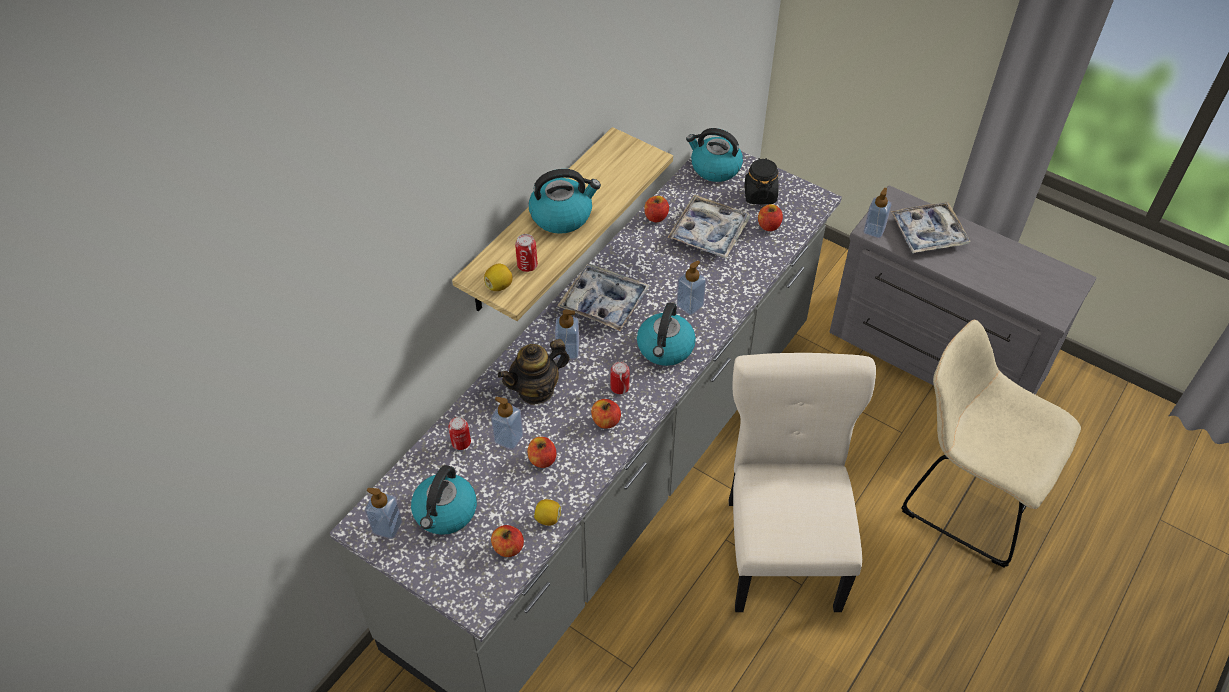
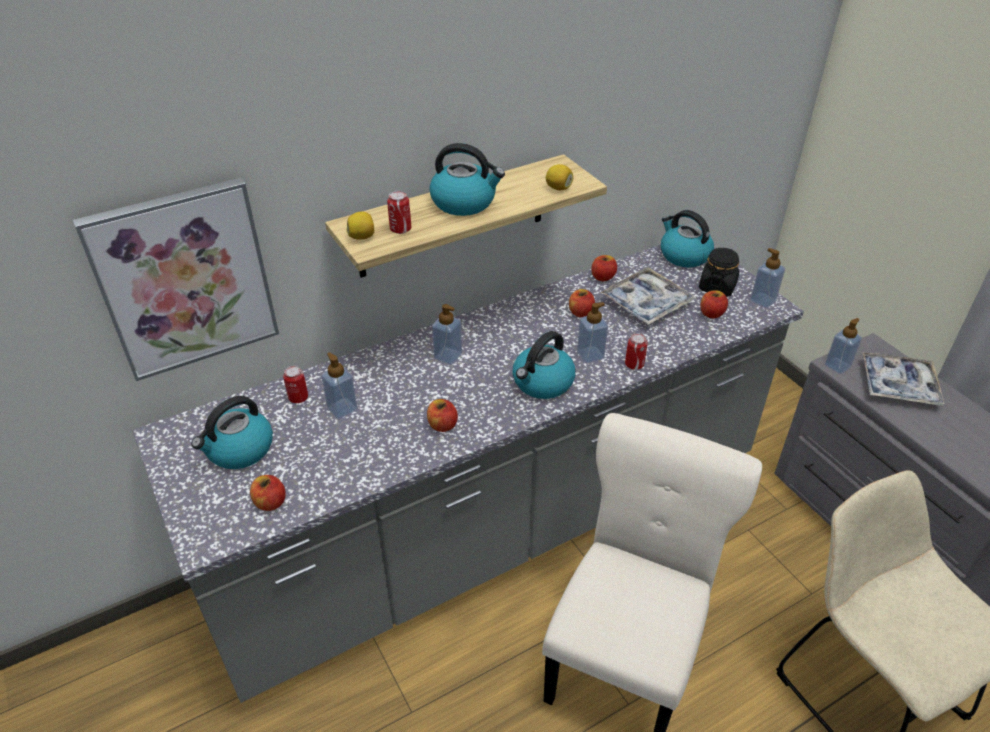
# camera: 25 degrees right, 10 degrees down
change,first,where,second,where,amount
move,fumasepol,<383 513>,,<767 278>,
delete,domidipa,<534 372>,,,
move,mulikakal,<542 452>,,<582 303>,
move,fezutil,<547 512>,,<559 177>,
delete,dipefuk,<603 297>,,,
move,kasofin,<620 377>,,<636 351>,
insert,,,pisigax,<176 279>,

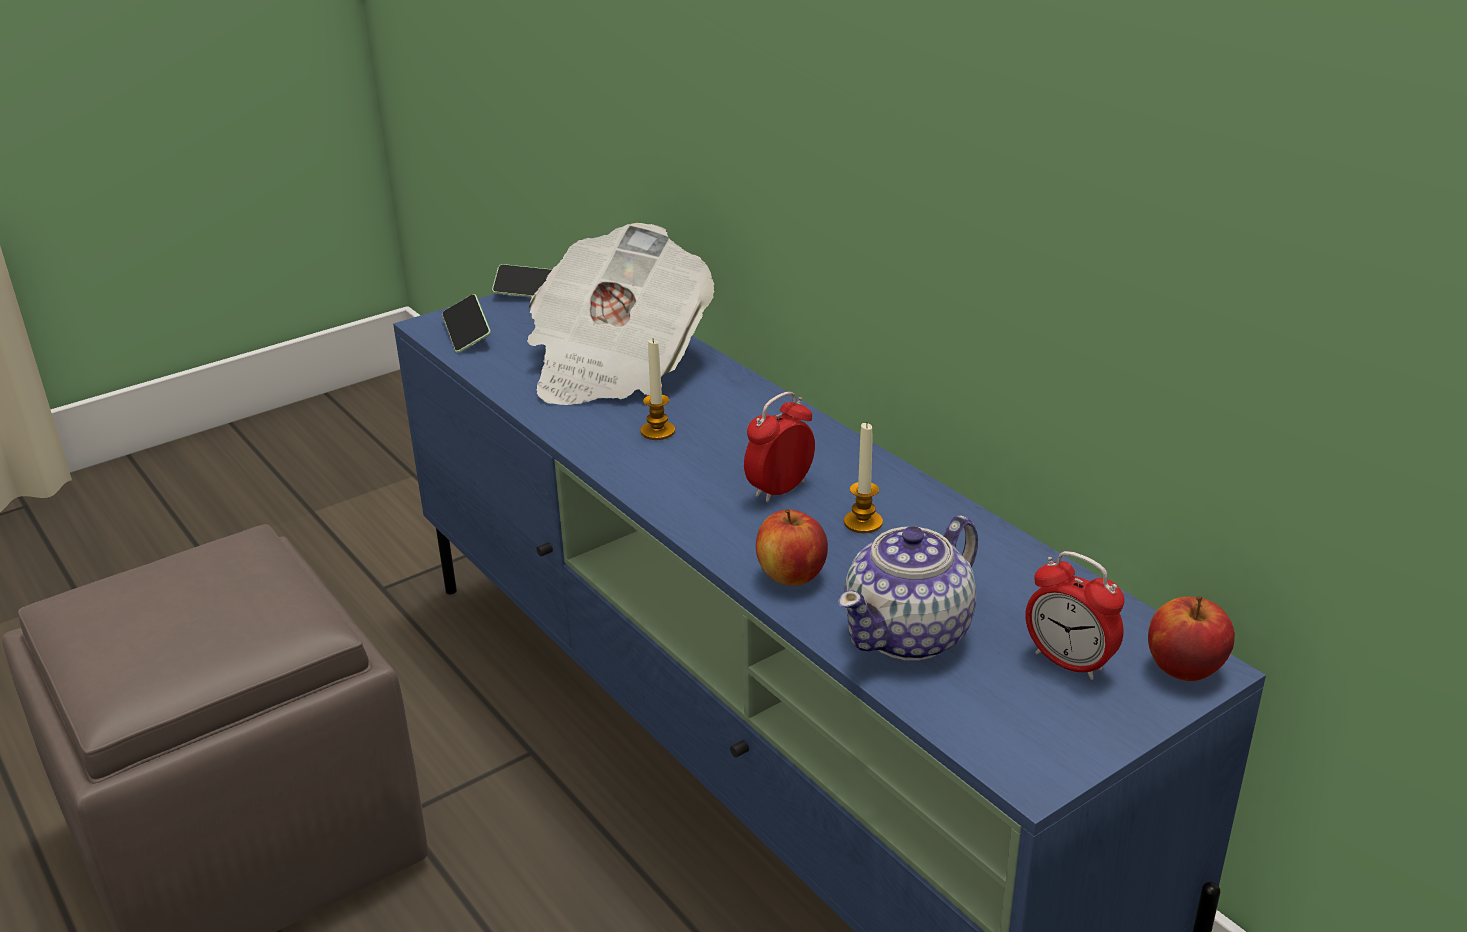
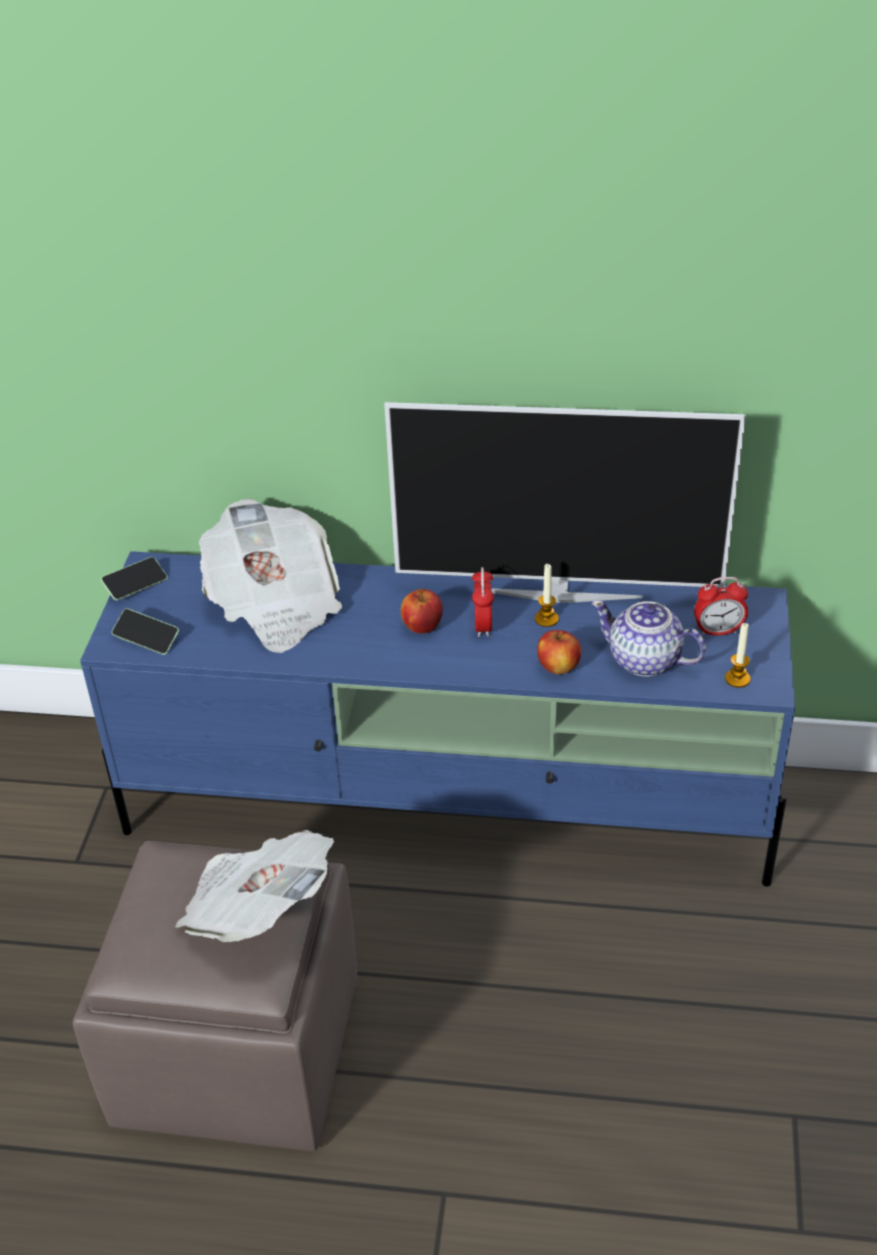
# camera: 45 degrees left, 10 degrees up
change,first,where,second,where,amount
move,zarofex,<657 390>,,<738 655>,
rotate,domidipa,<908 588>,,<648 638>,120 degrees clockwise
move,mulikakal,<1191 638>,,<422 611>,
insert,,,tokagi,<254 886>,
insert,,,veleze,<565 502>,

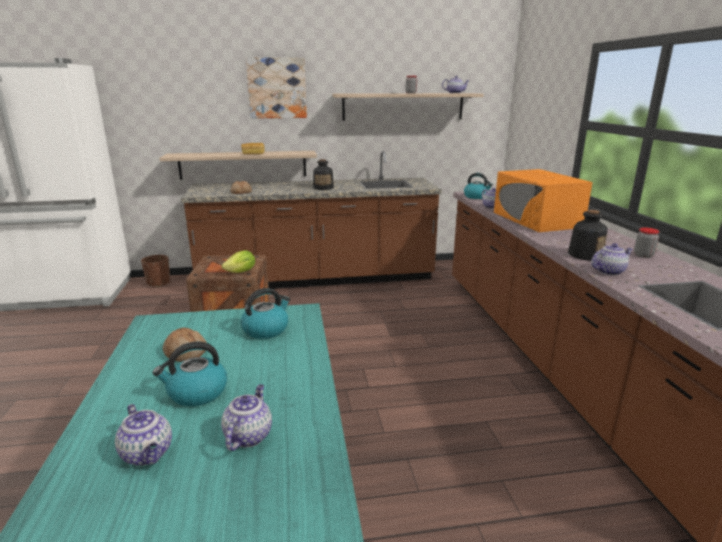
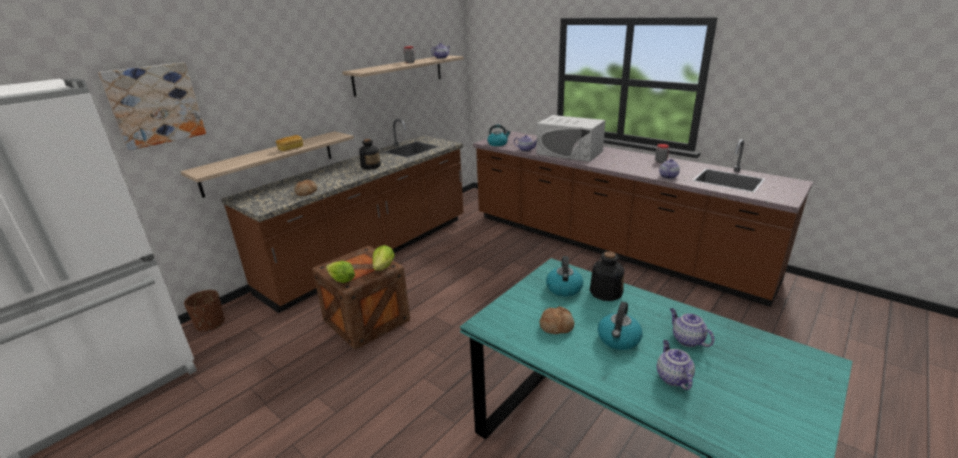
# camera: 40 degrees left, 5 degrees up
change,first,where,second,where,amount
rotate,domidipa,<143 435>,,<676 365>,105 degrees counterclockwise
move,pisigax,<276 87>,,<152 106>,
recolor,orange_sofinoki,<543 200>,white_sofinoki,<570 138>,
move,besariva,<588 235>,,<606 276>,
insert,,,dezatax,<340 272>,

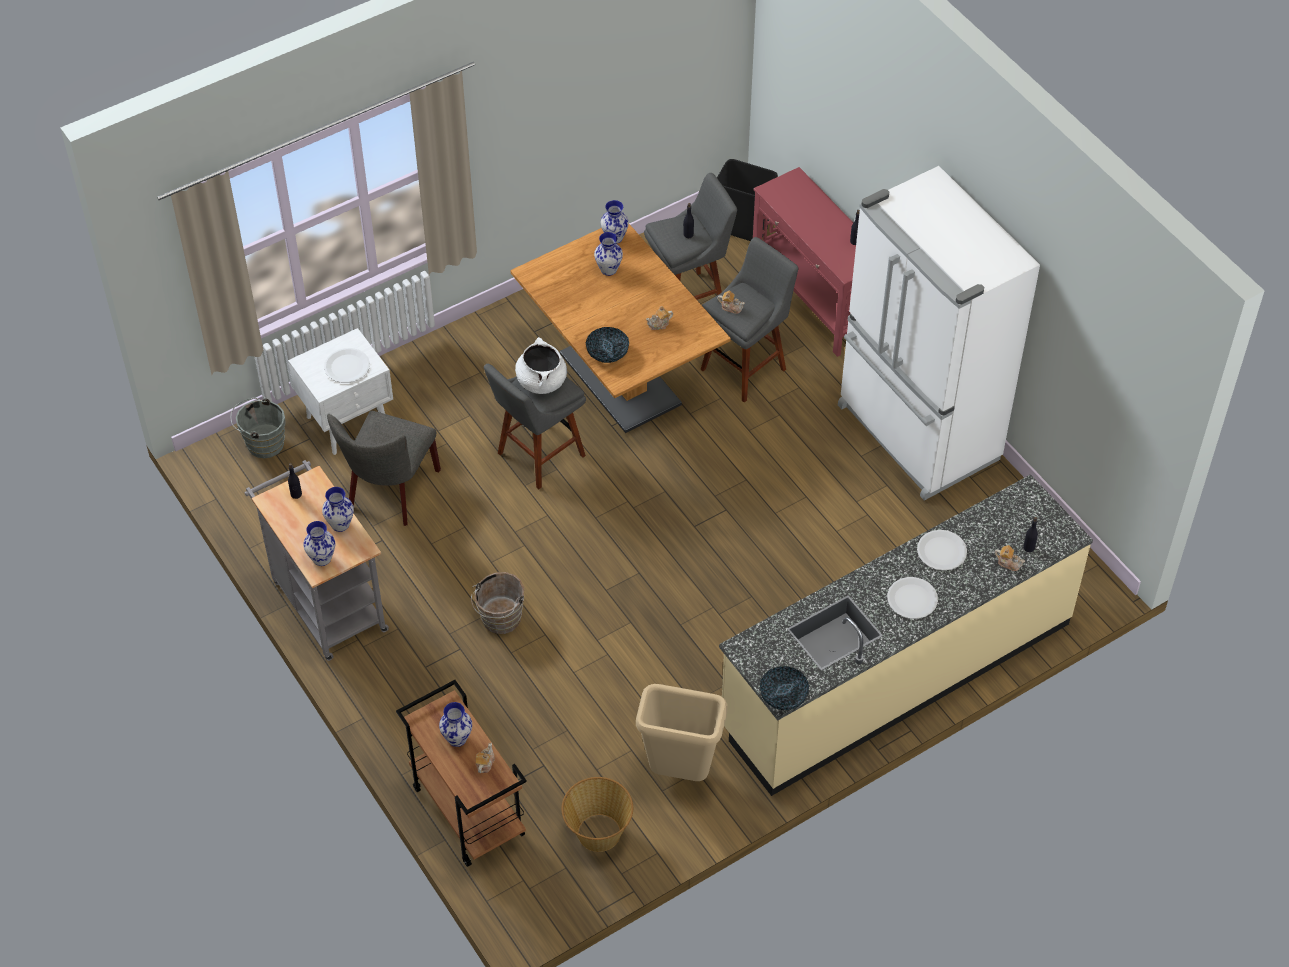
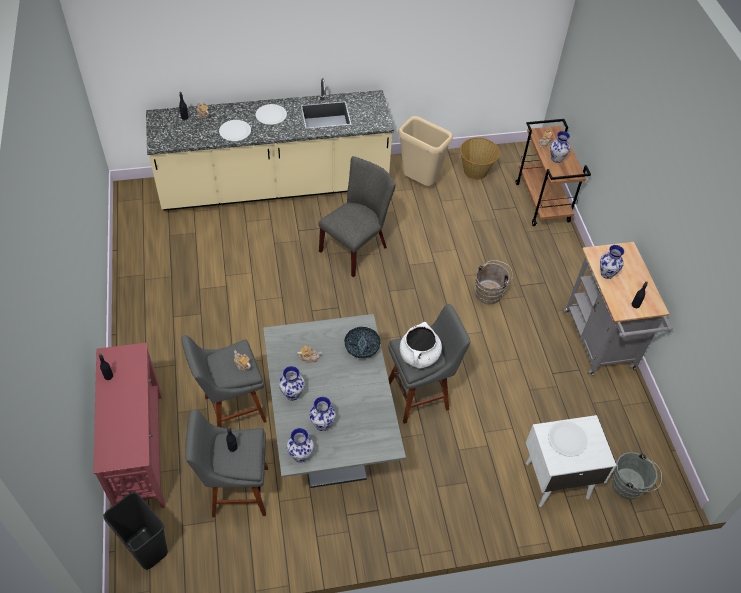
# camera: 160 degrees left, 0 degrees up
change,first,where,second,where,amount
move,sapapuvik,<319 543>,,<292 383>,
move,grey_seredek,<384 468>,,<356 216>,
recolor,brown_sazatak,<620 328>,grey_sazatak,<334 401>,
delete,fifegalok,<784 688>,,,
delete,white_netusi,<939 333>,,,

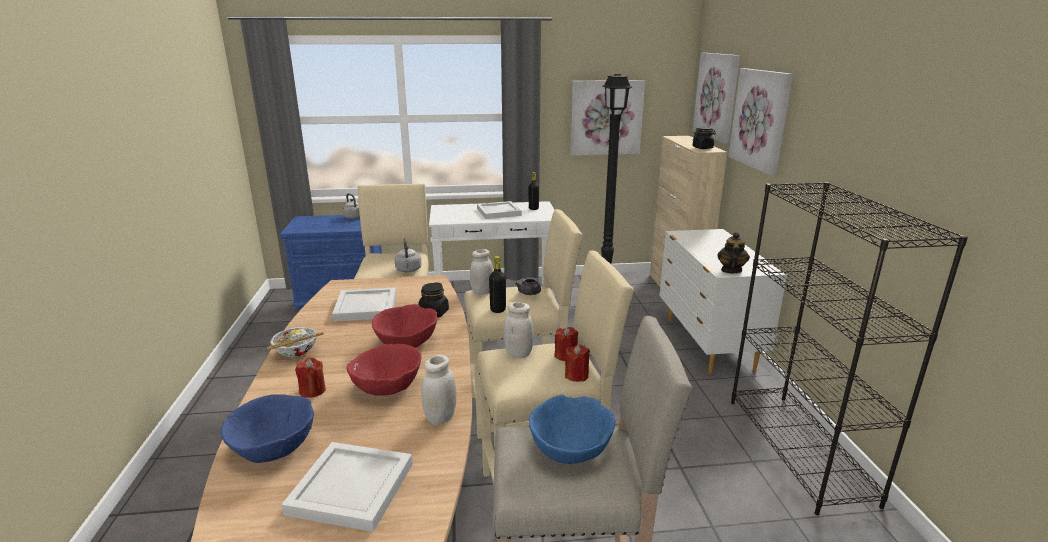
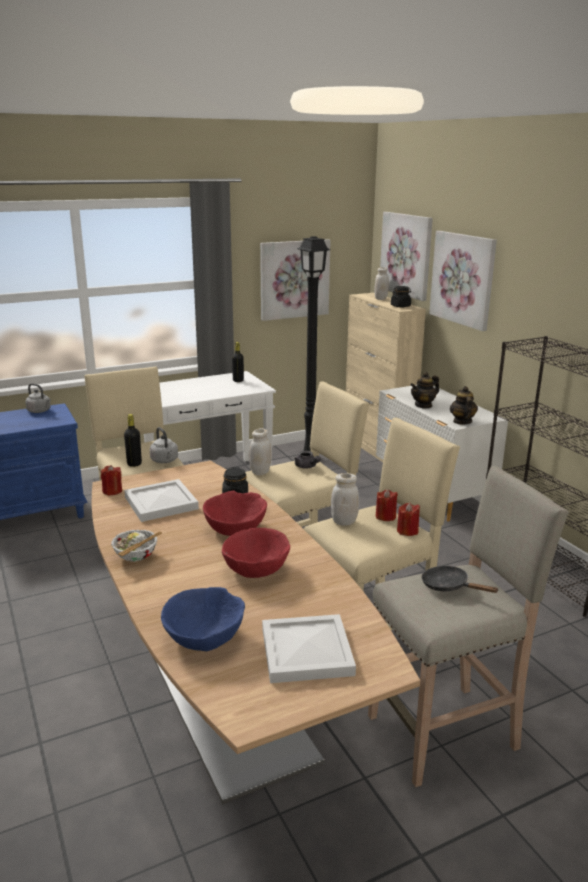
# camera: 20 degrees left, 0 degrees up
change,first,where,second,where,amount
move,red_zarofex,<310 378>,,<111 480>,
move,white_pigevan,<439 390>,,<382 283>,
delete,white_dipefuk,<499 210>,,,
move,black_besariva,<497 284>,,<133 440>,
replace,blue_fifegalok,<572 429>,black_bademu,<460 579>,
insert,,,domidipa,<424 390>,

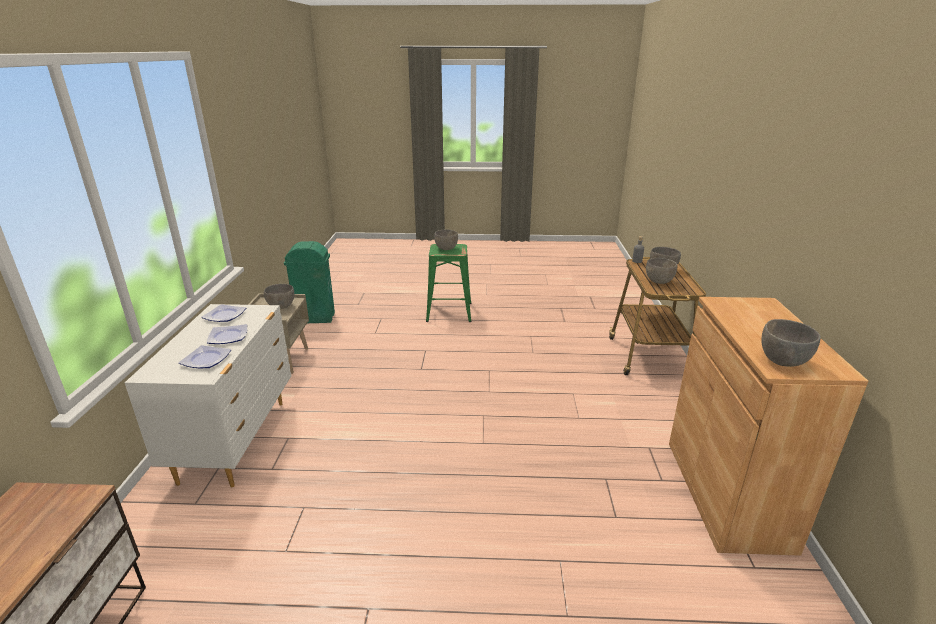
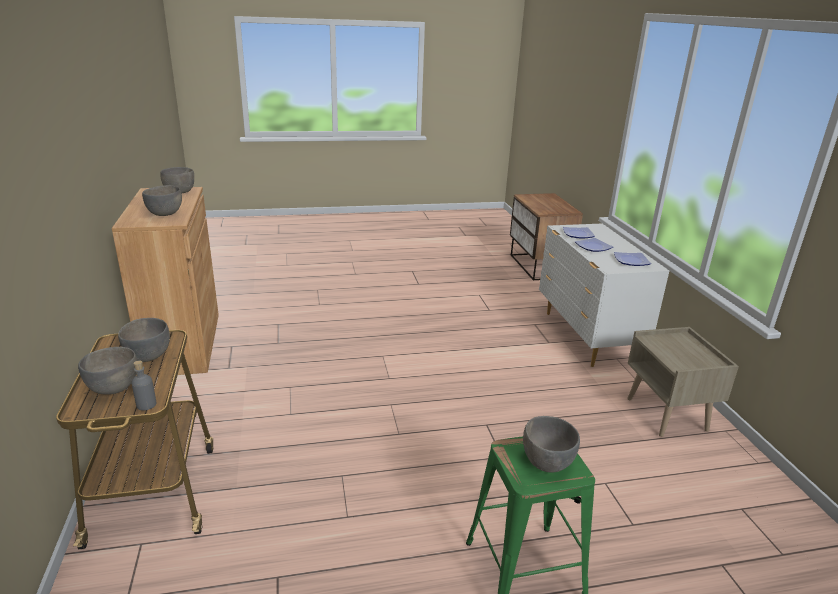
# camera: 165 degrees right, 0 degrees up
change,first,where,second,where,amount
move,grey_fifegalok,<279 296>,,<162 200>,
delete,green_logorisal,<309 282>,,,

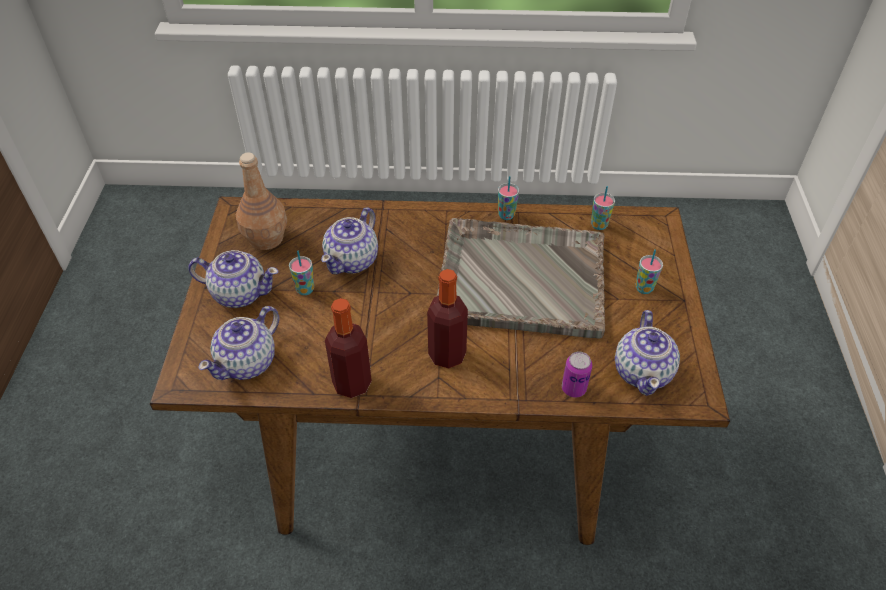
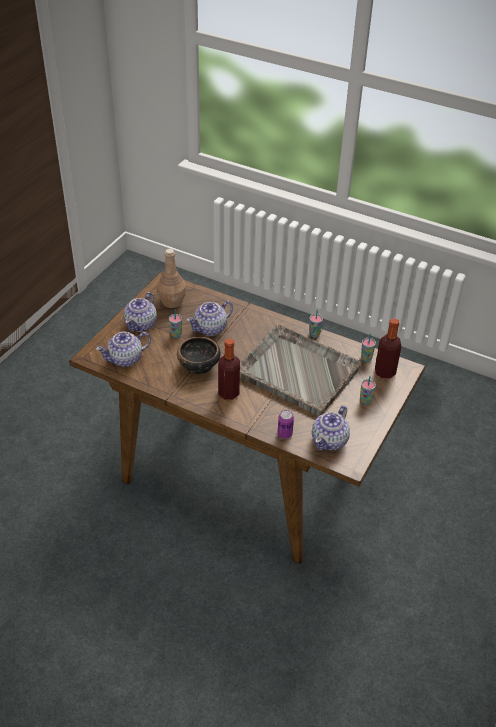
# camera: 25 degrees right, 5 degrees down
change,first,where,second,where,amount
rotate,domidipa,<233 279>,,<140 312>,75 degrees clockwise
move,besariva,<348 348>,,<388 348>,
insert,,,fifegalok,<199 356>,

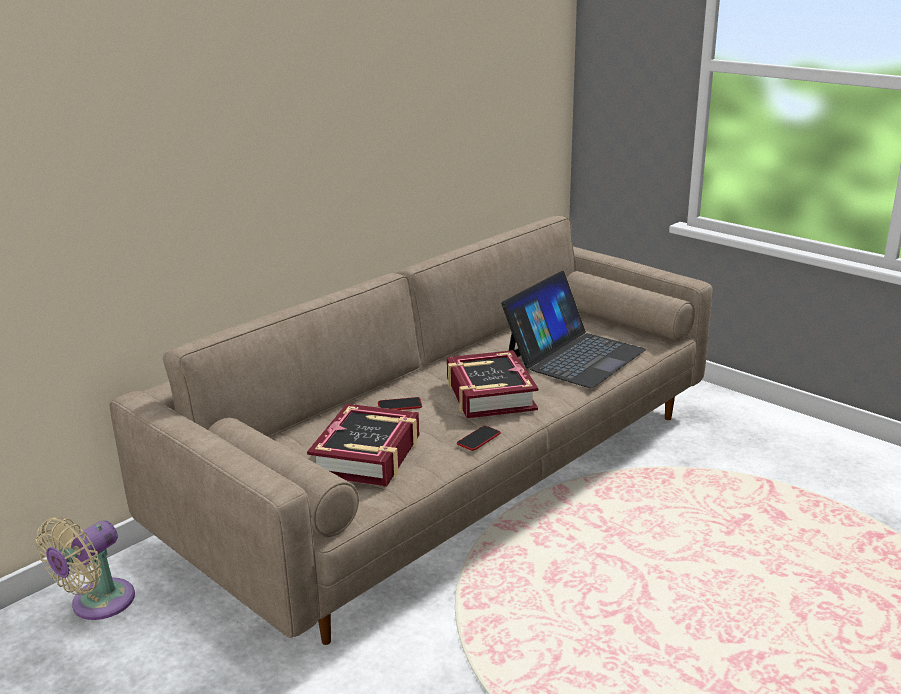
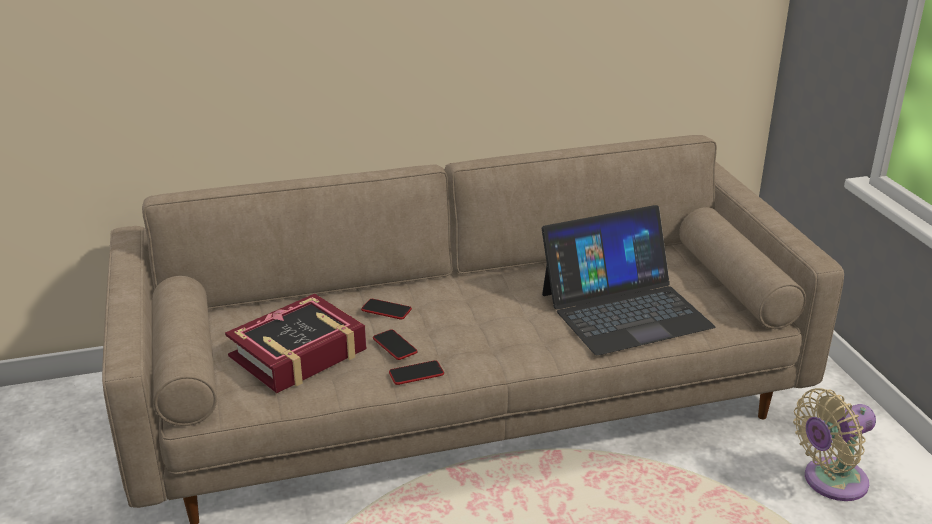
# camera: 30 degrees right, 5 degrees up
change,first,where,second,where,amount
move,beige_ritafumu,<85 568>,,<834 444>,
delete,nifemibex,<492 384>,,,
insert,,,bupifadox,<395 344>,

